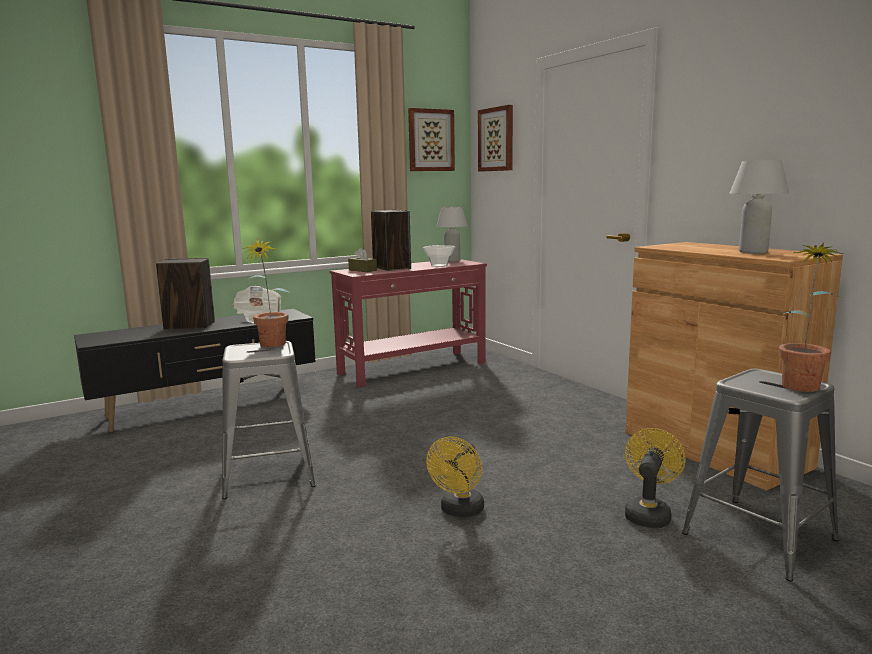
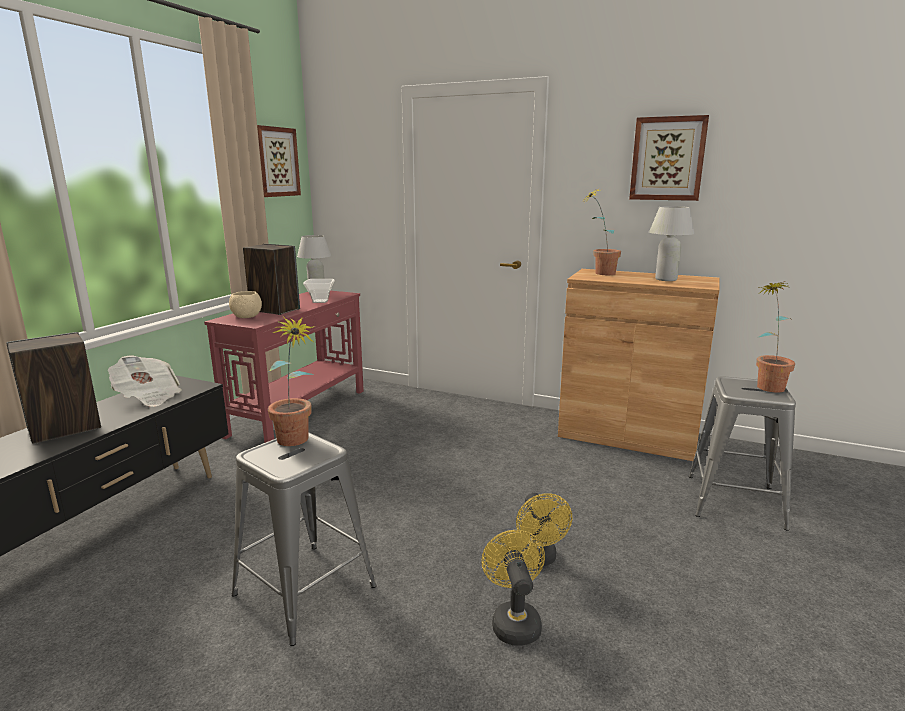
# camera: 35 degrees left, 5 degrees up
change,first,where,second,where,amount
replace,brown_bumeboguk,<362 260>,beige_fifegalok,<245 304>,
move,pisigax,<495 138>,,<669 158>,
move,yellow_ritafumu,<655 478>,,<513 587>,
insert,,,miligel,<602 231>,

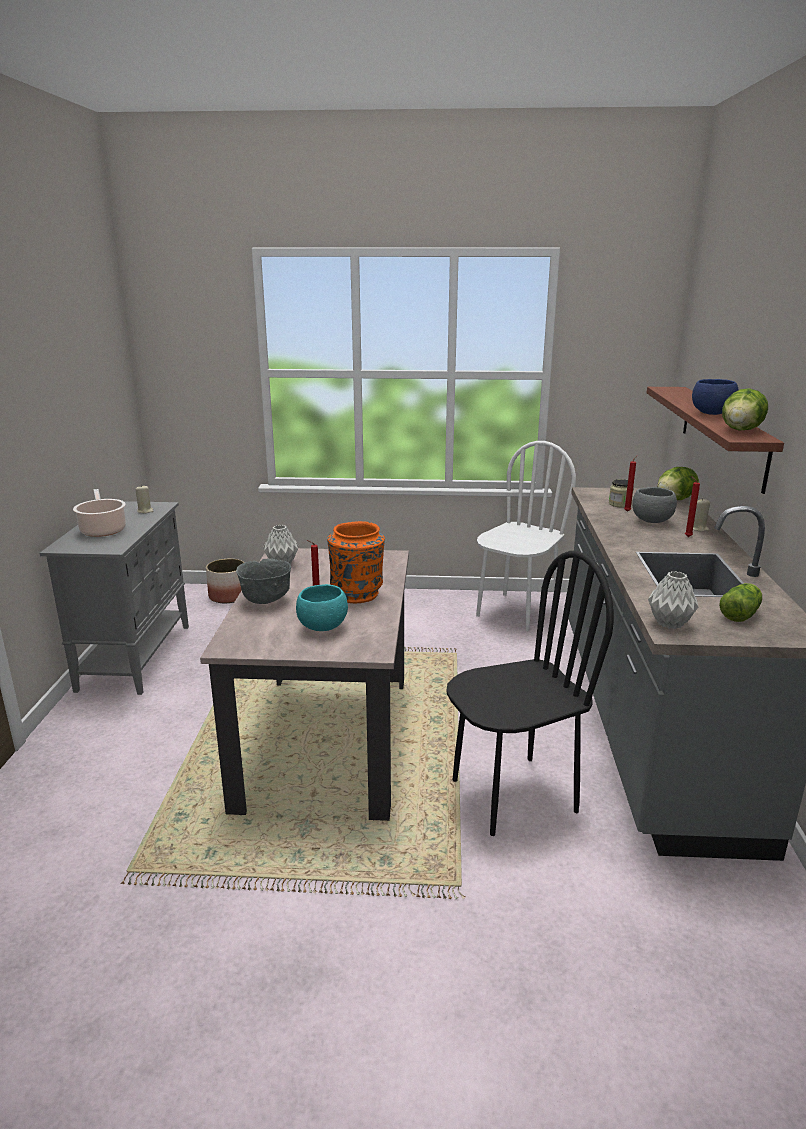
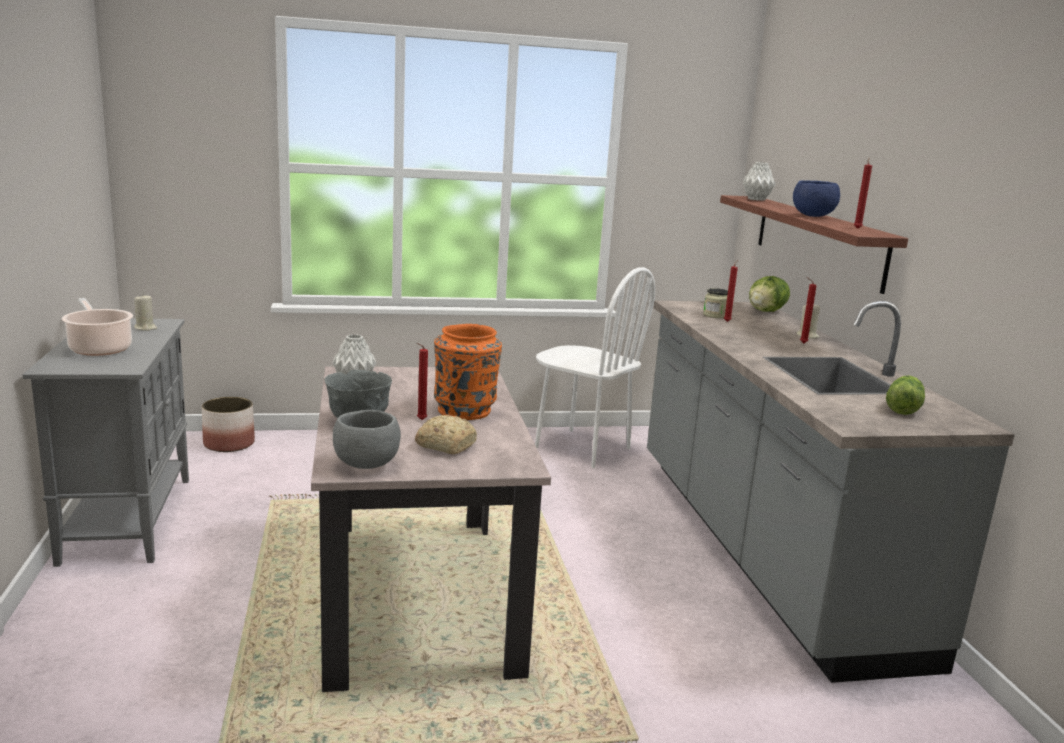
# camera: 15 degrees left, 5 degrees down
change,first,where,second,where,amount
replace,turquoise_fifegalok,<322 607>,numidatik,<446 434>,
delete,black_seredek,<530 693>,,,
rotate,white_seredek,<526 536>,,<595 367>,105 degrees clockwise
move,grey_fifegalok,<654 505>,,<367 439>,
move,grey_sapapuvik,<673 600>,,<759 181>,
replace,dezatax,<745 409>,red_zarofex,<863 193>,

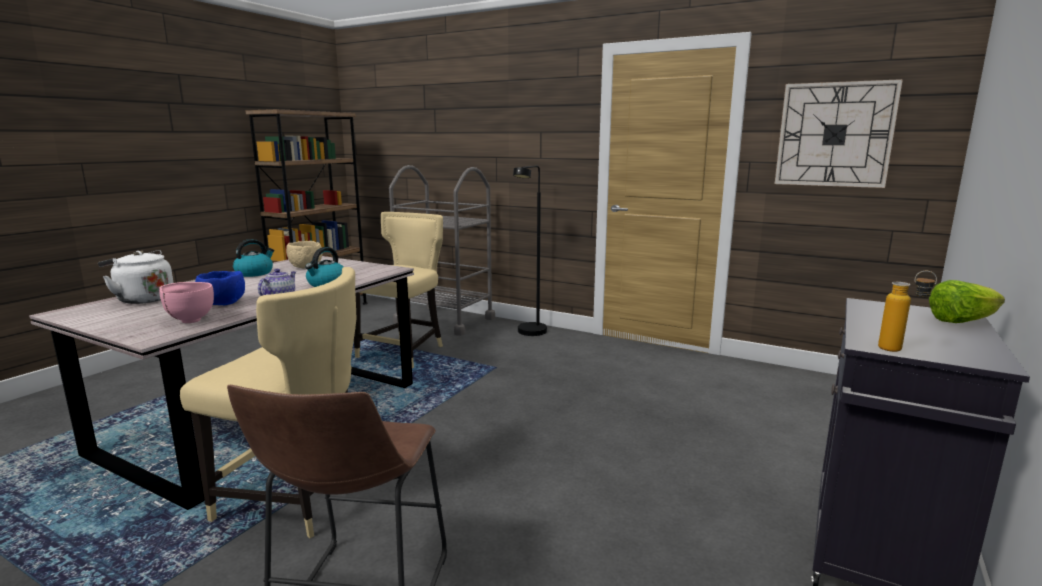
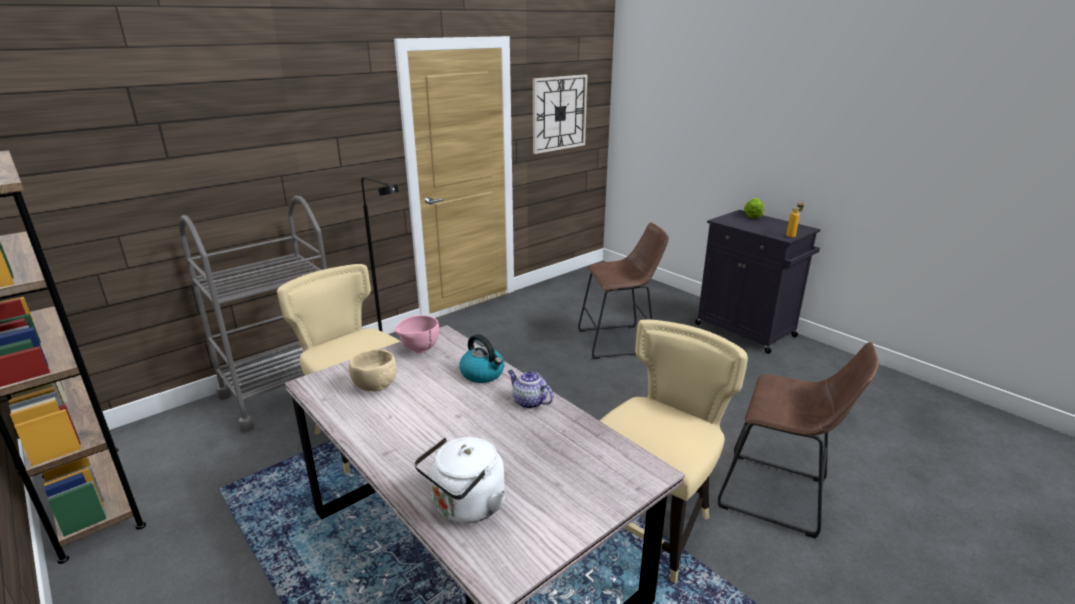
# camera: 70 degrees left, 10 degrees up
change,first,where,second,where,amount
move,pink_fifegalok,<187 302>,,<417 334>,
delete,blue_fifegalok,<220 288>,,,
delete,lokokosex,<254 258>,,,
insert,,,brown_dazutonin,<623 290>,

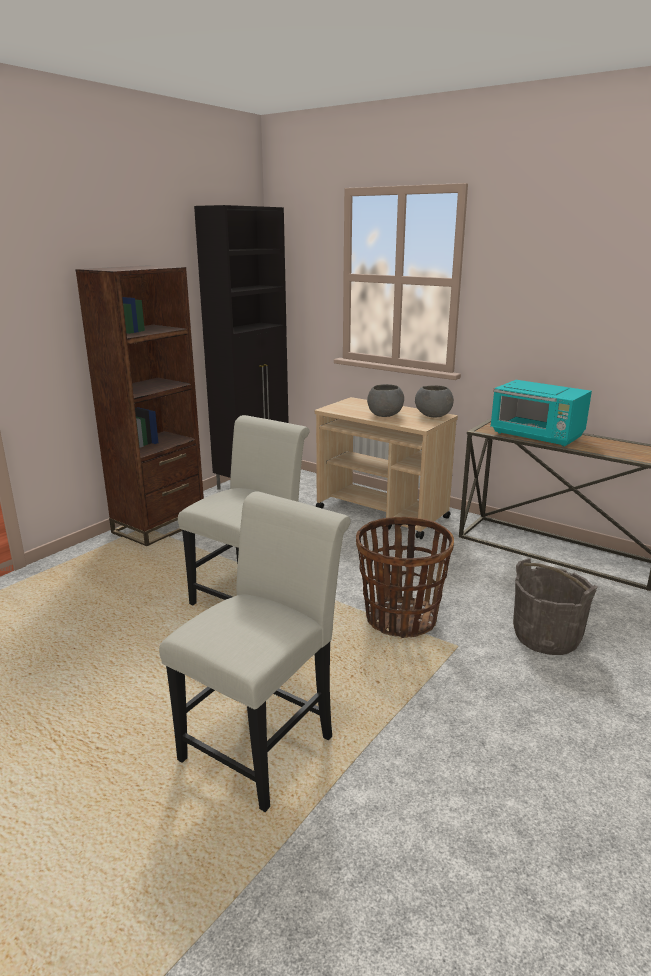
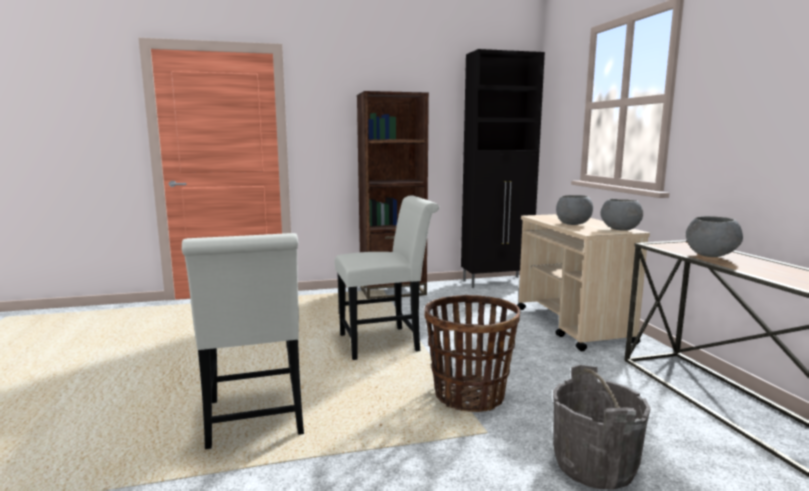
# camera: 40 degrees right, 10 degrees down
change,first,where,second,where,amount
rotate,white_seredek,<255 651>,,<243 341>,90 degrees clockwise
replace,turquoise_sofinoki,<541 413>,grey_fifegalok,<714 236>,

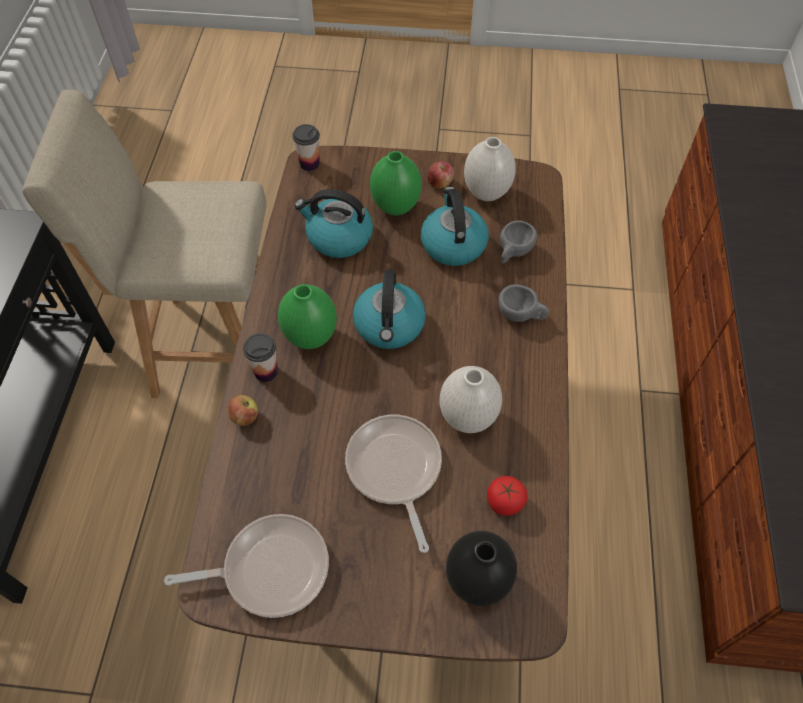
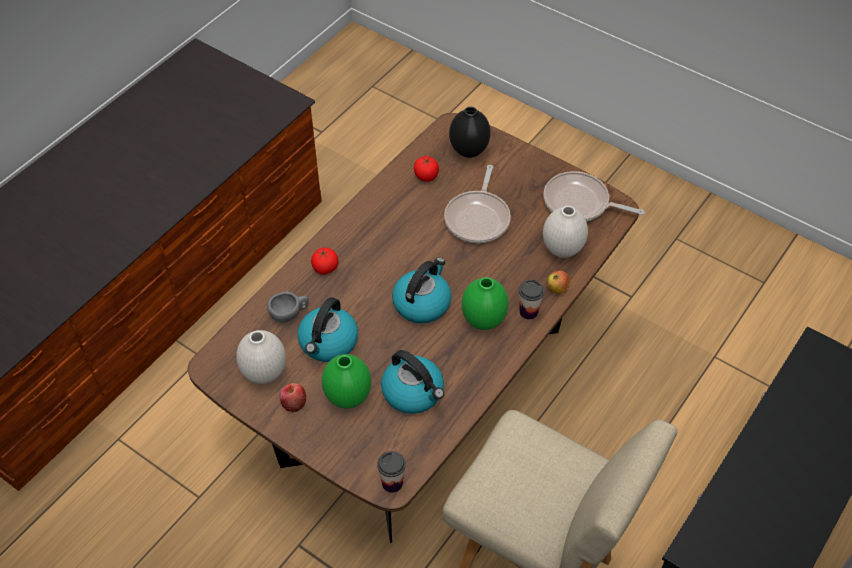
# camera: 150 degrees left, 5 degrees down
change,first,where,second,where,amount
move,white_sapapuvik,<471 399>,,<565 232>,
replace,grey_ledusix,<524 303>,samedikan,<324 261>,

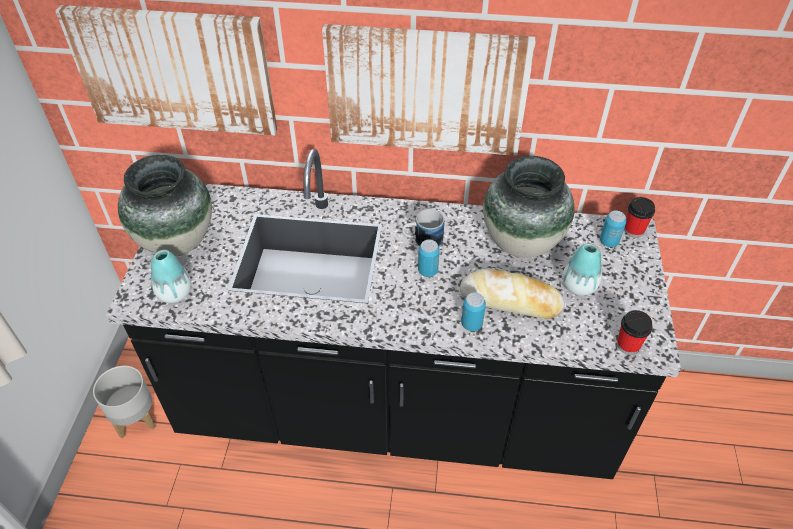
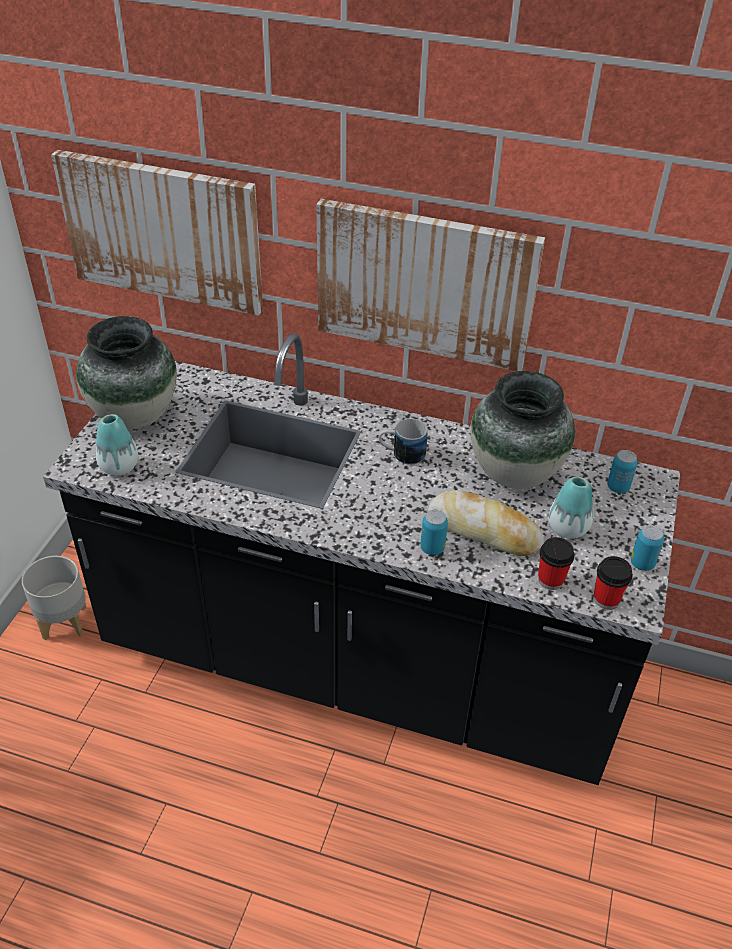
# camera: 10 degrees right, 5 degrees down
change,first,where,second,where,amount
move,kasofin,<429 258>,,<647 548>,
move,ledusix,<639 217>,,<556 563>,

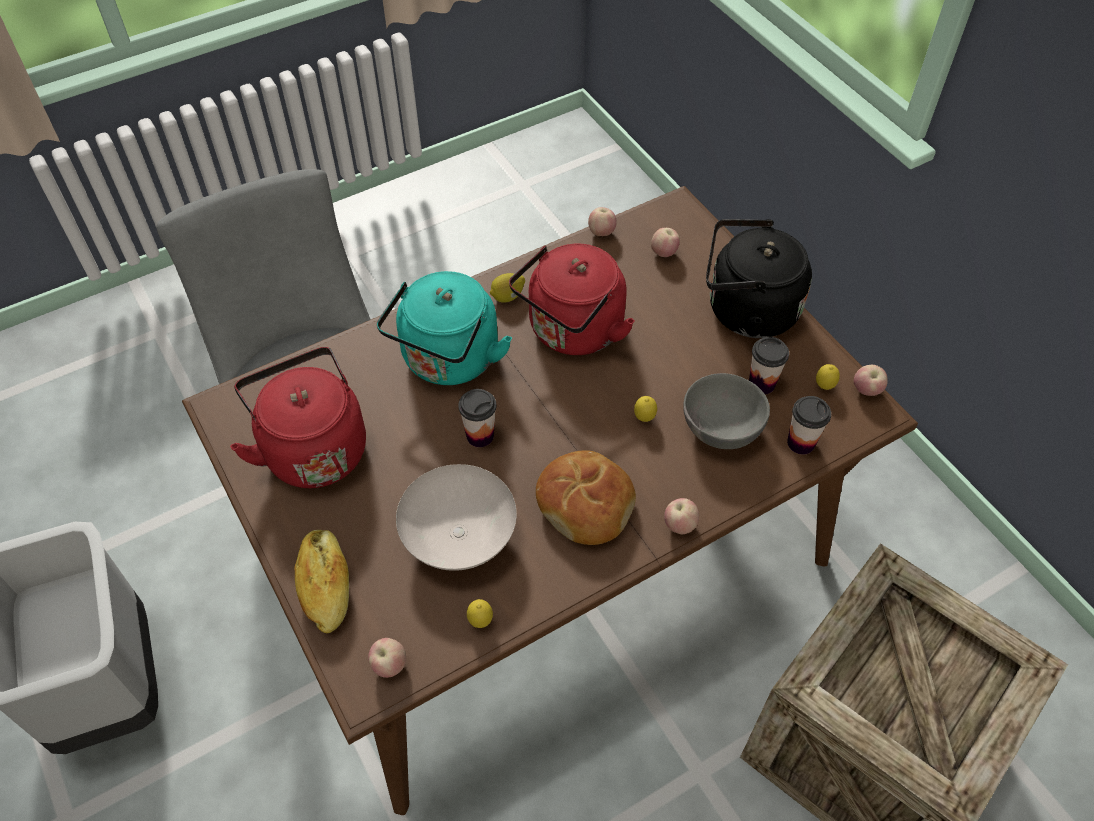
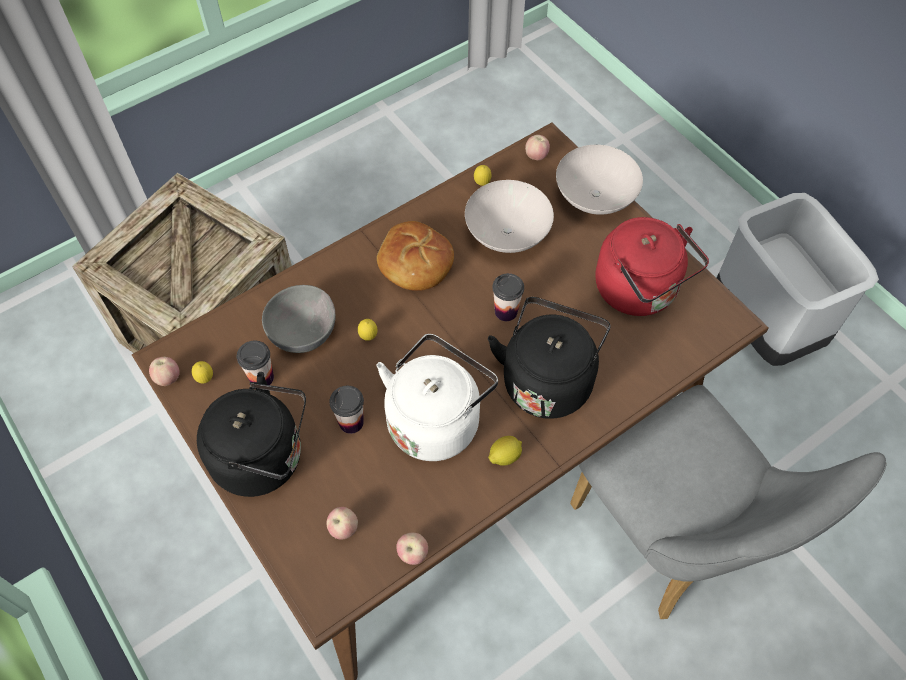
# camera: 175 degrees right, 5 degrees up
change,first,where,second,where,amount
replace,numidatik,<322 581>,white_fifegalok,<599 180>,
recolor,turquoise_lokokosex,<444 328>,black_lokokosex,<549 358>,
recolor,red_lokokosex,<572 299>,white_lokokosex,<437 397>,
delete,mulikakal,<681 516>,,,
move,ledusix,<809 425>,,<346 410>,

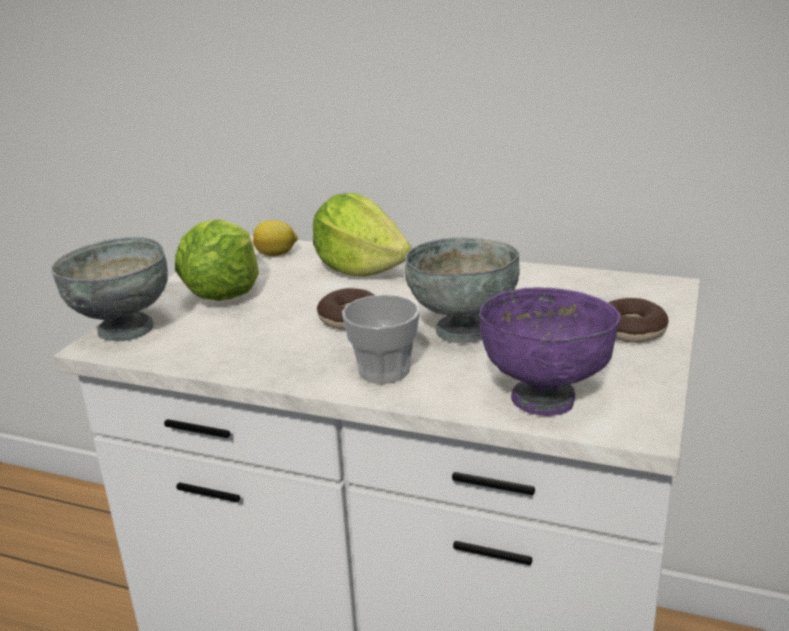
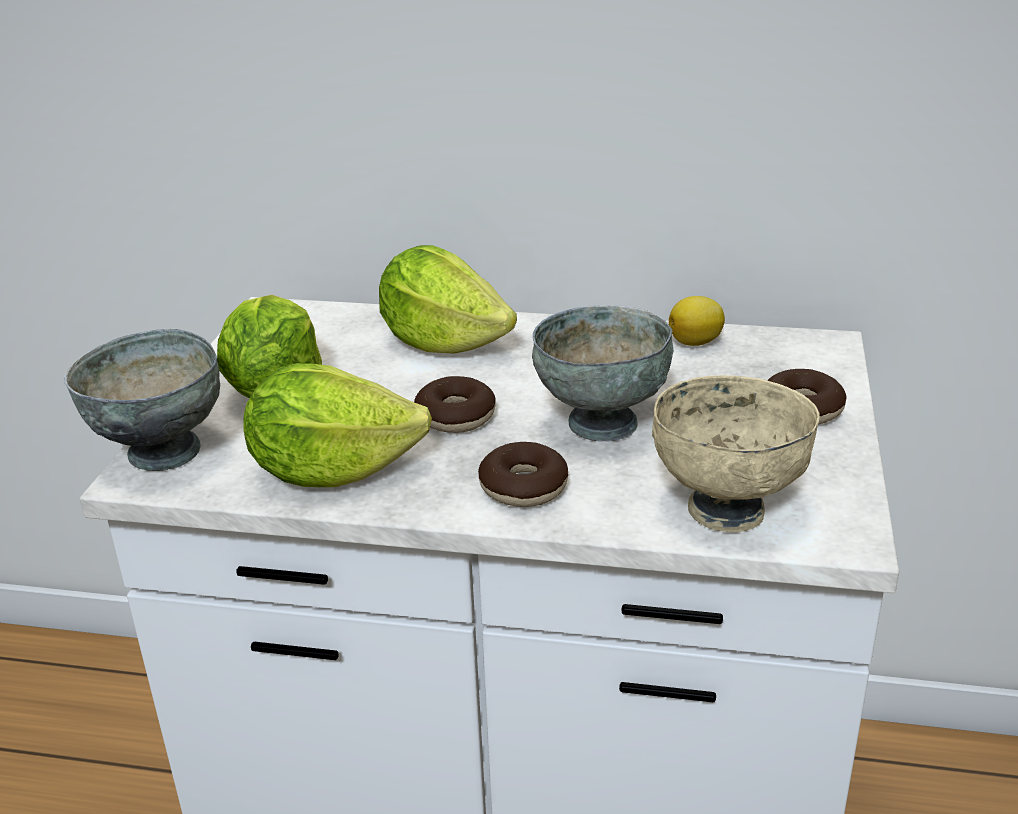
# camera: 10 degrees left, 5 degrees up
change,first,where,second,where,amount
move,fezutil,<275 238>,,<697 321>,
replace,ledusix,<381 339>,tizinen,<523 474>,
recolor,purple_fifegalok,<549 351>,beige_fifegalok,<736 453>,
insert,,,dezatax,<337 425>,

